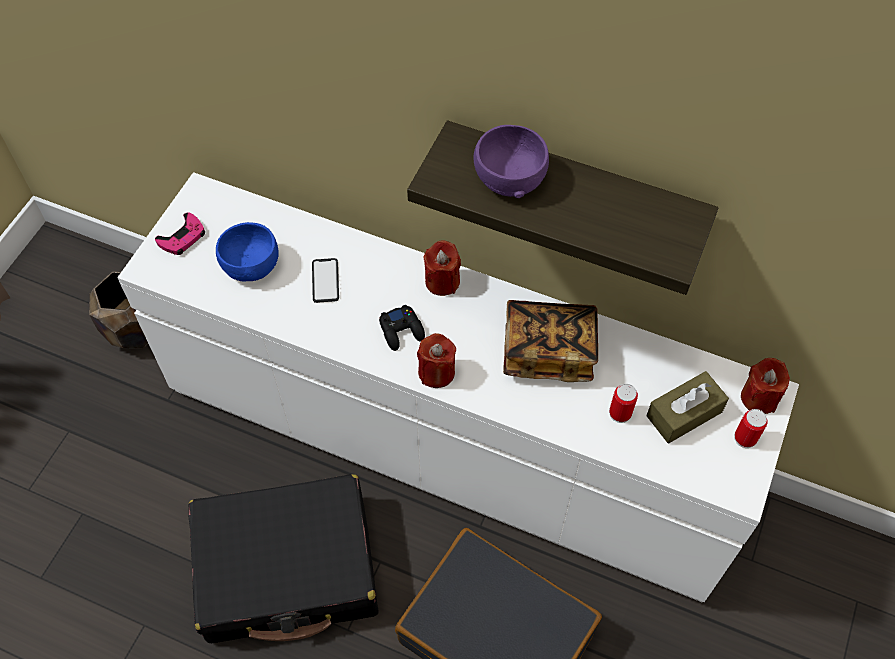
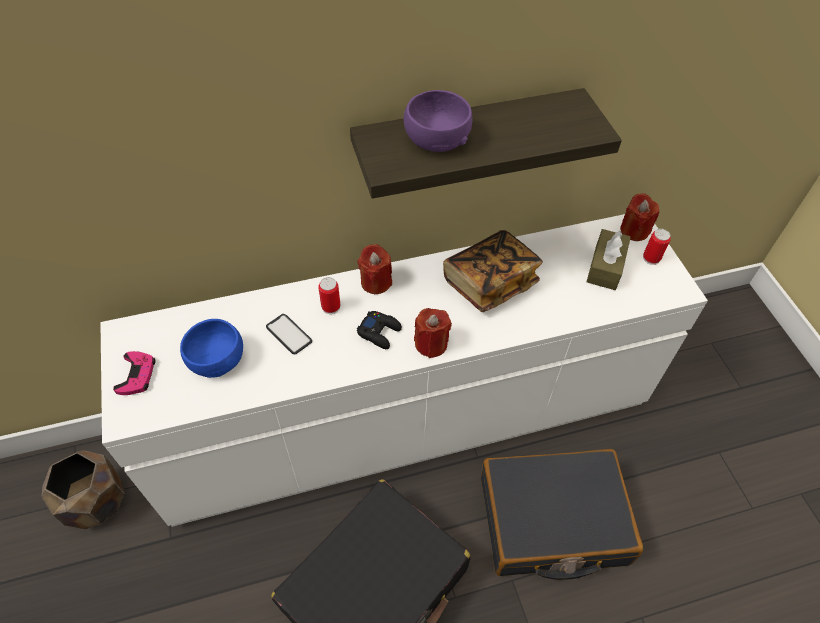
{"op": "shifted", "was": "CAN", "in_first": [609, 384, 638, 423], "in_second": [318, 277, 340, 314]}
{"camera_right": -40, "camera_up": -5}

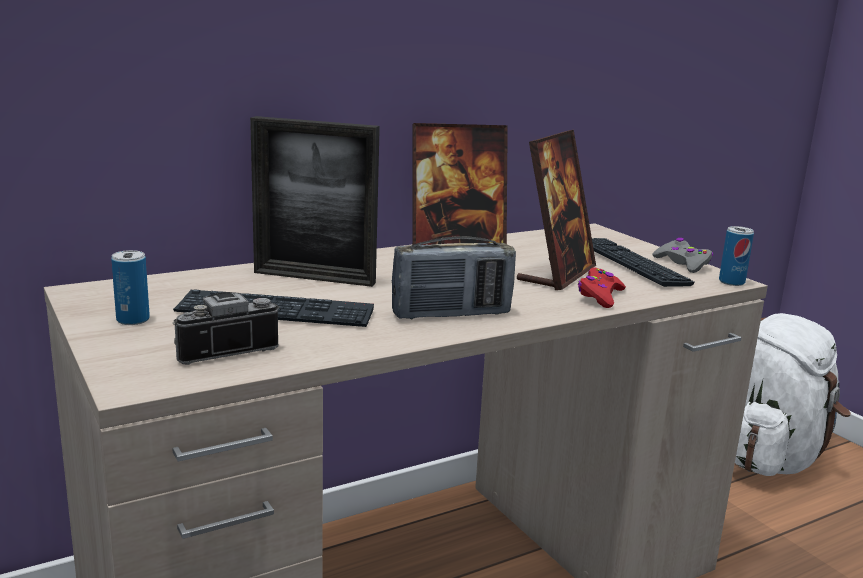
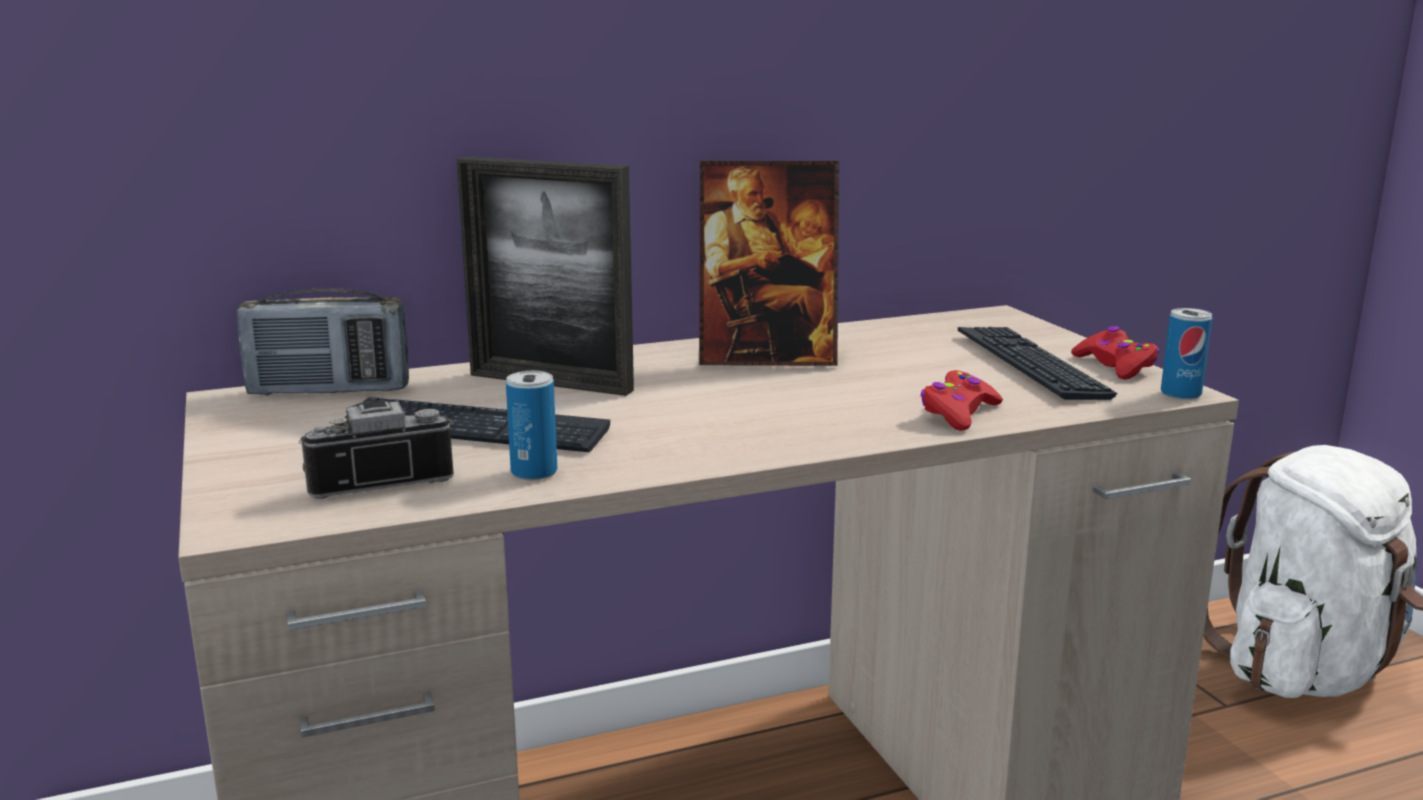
{"op": "shifted", "was": "RADIO RECEIVER", "in_first": [392, 236, 516, 320], "in_second": [237, 288, 409, 396]}
{"op": "shifted", "was": "CAN", "in_first": [111, 250, 150, 325], "in_second": [506, 371, 557, 480]}
{"op": "repainted", "was": "GRAY GAME CONTROLLER", "now": "REDDISH GAME CONTROLLER", "in_first": [652, 238, 713, 273], "in_second": [1071, 326, 1160, 380]}
{"op": "gone", "was": "PHOTO FRAME", "in_first": [517, 130, 596, 290]}
{"camera_right": 10, "camera_up": 0}

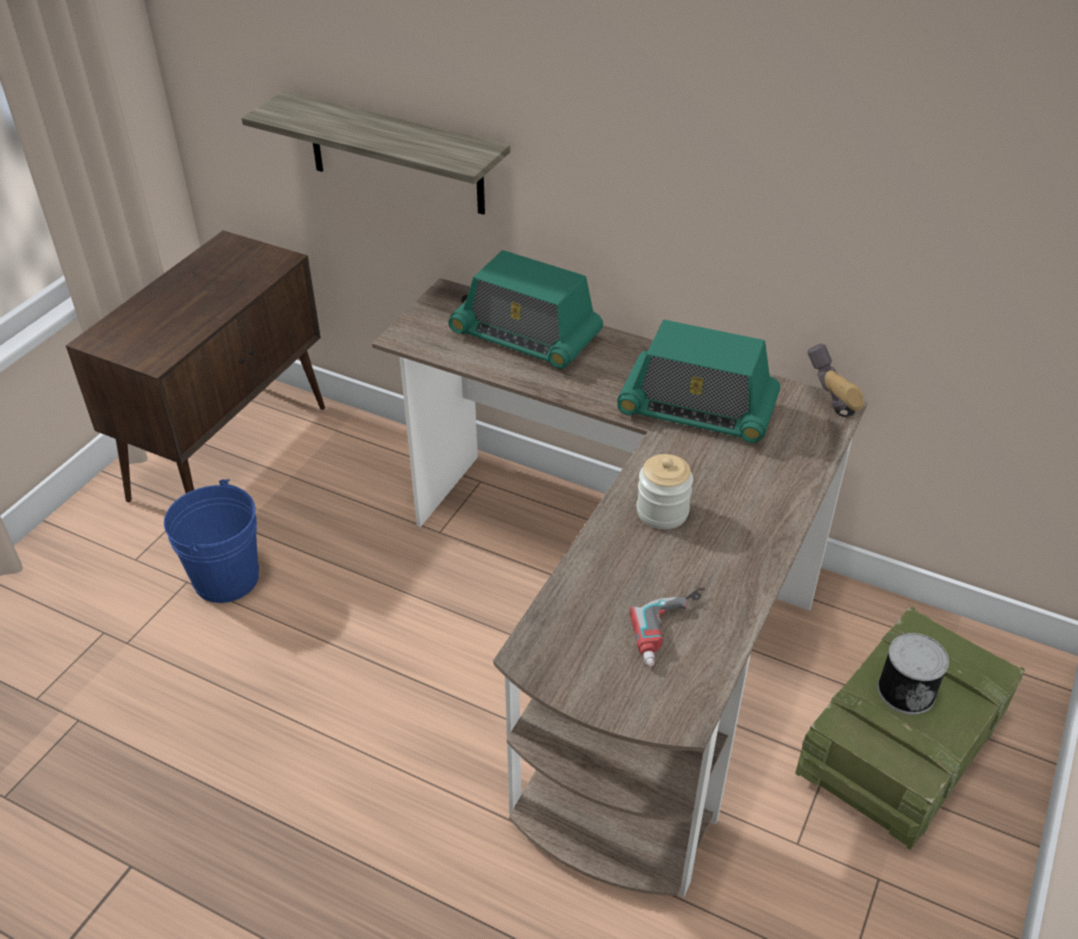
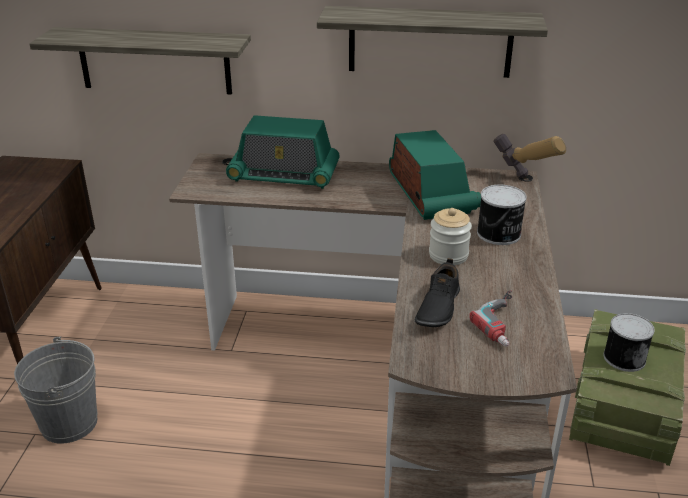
{"op": "repainted", "was": "BLUISH PAIL", "now": "GRAY PAIL", "in_first": [164, 479, 259, 603], "in_second": [14, 337, 98, 444]}
{"op": "new", "now": "SHELF", "in_second": [317, 6, 548, 78]}
{"op": "rotated", "was": "RADIO RECEIVER", "in_first": [617, 320, 780, 443], "in_second": [389, 130, 481, 220], "clockwise": -105}
{"op": "new", "now": "BLACK LOW SHOE", "in_second": [415, 258, 460, 327]}
{"op": "new", "now": "CAN", "in_second": [477, 185, 527, 245]}
{"camera_right": -20, "camera_up": -10}

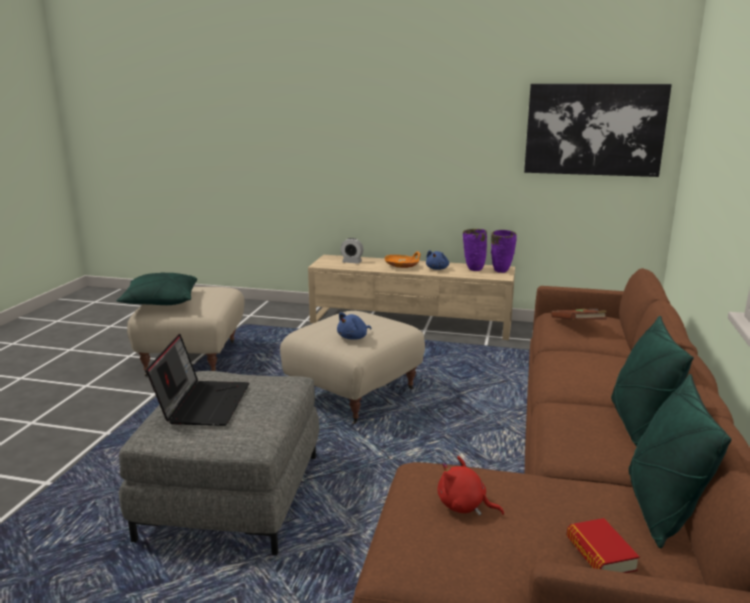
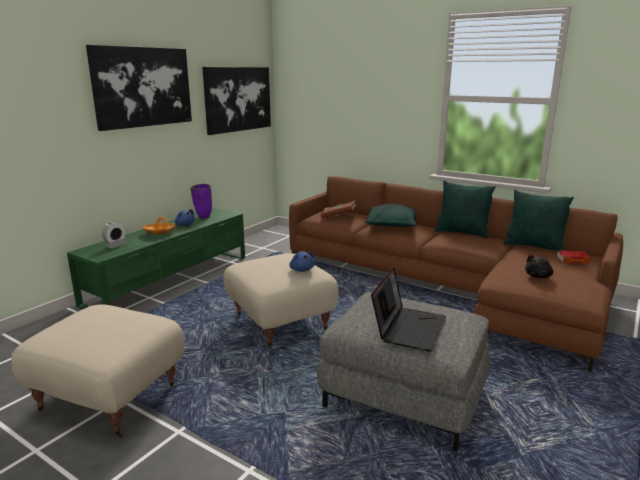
{"op": "repainted", "was": "BEIGE-COLOURED TV UNIT", "now": "GREEN TV UNIT", "in_first": [308, 255, 515, 340], "in_second": [67, 208, 245, 309]}
{"op": "new", "now": "WALL ART", "in_second": [86, 45, 192, 131]}
{"op": "shifted", "was": "GREEN CUSHION", "in_first": [117, 273, 197, 305], "in_second": [364, 204, 416, 227]}
{"op": "rotated", "was": "NOTEBOOK COMPUTER", "in_first": [146, 334, 249, 426], "in_second": [371, 267, 446, 352], "clockwise": 90}
{"op": "repainted", "was": "REDDISH SOFT TOY", "now": "BLACK SOFT TOY", "in_first": [438, 456, 504, 516], "in_second": [525, 255, 554, 278]}
{"op": "gone", "was": "PURPLISH FLOWER VASE", "in_first": [491, 230, 517, 273]}
{"camera_right": -70, "camera_up": 0}

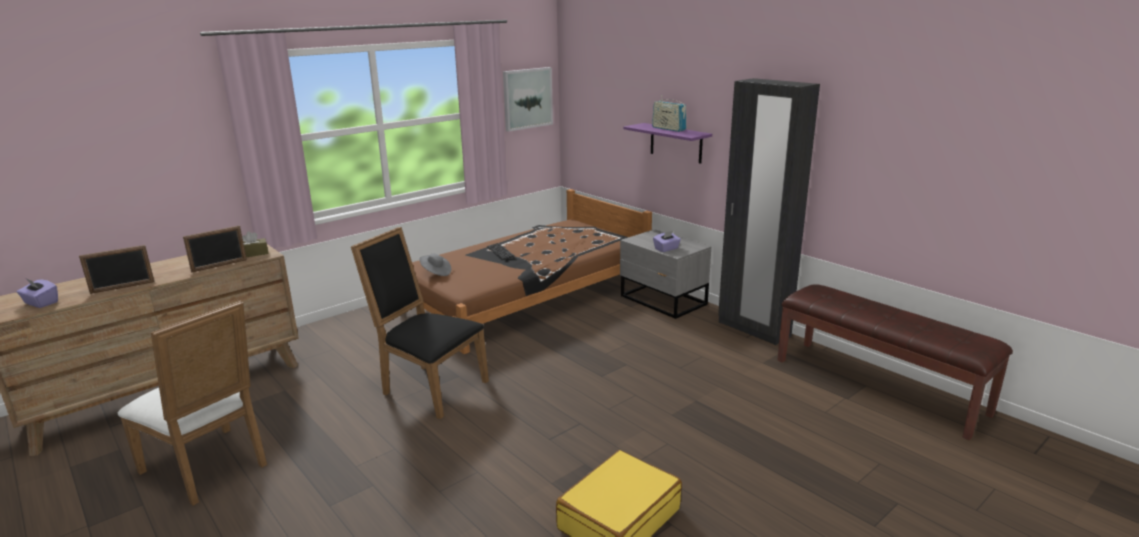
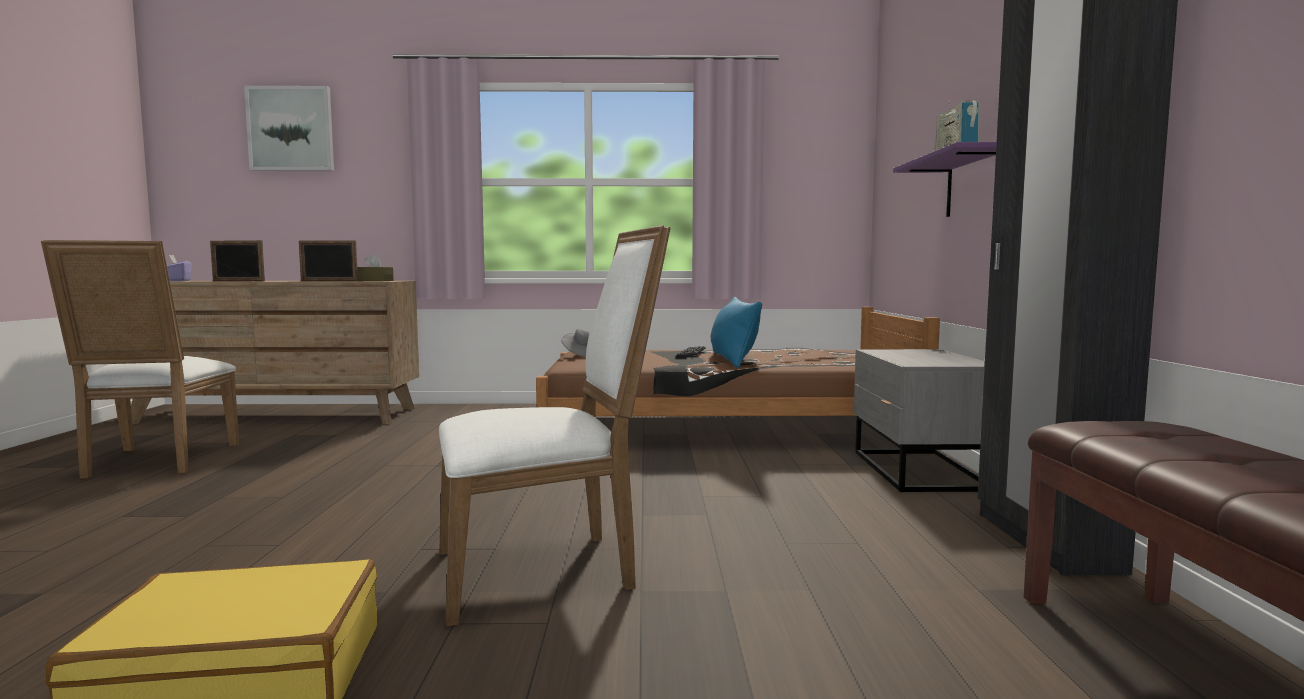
{"op": "shifted", "was": "WALL ART", "in_first": [503, 67, 553, 132], "in_second": [244, 86, 334, 171]}
{"op": "new", "now": "WHITE-COLOURED UPRIGHT CHAIR", "in_second": [439, 225, 670, 627]}
{"op": "new", "now": "BLUISH CUSHION", "in_second": [711, 297, 762, 368]}
{"op": "gone", "was": "BLACK UPRIGHT CHAIR", "in_first": [351, 227, 489, 419]}
{"op": "gone", "was": "PURPLISH TISSUE HOLDER", "in_first": [653, 231, 681, 252]}
{"camera_right": 40, "camera_up": -15}

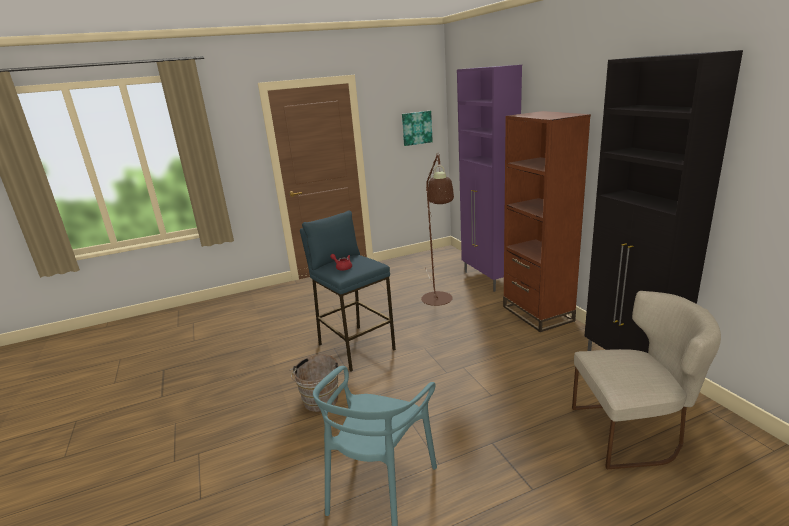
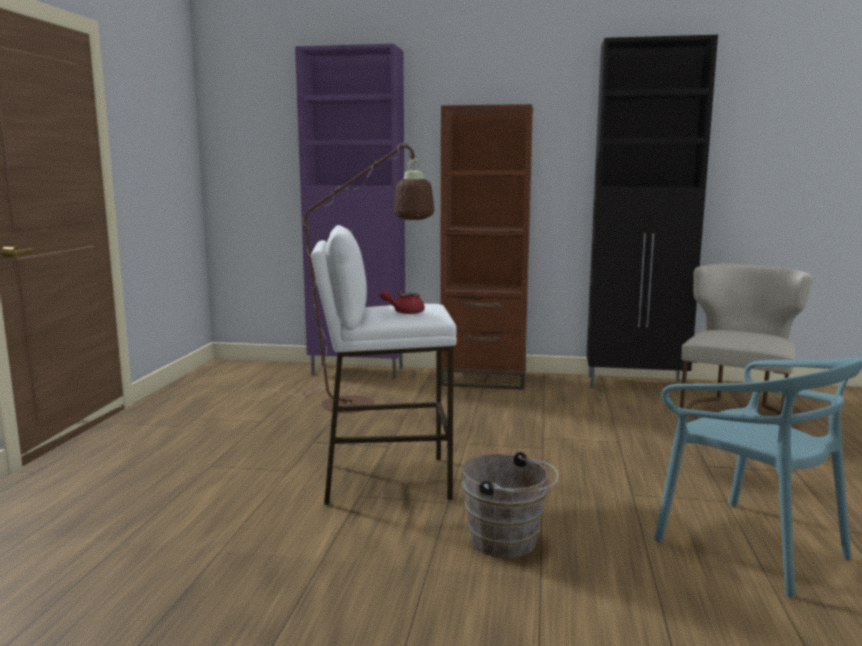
{"op": "repainted", "was": "BLUISH SITTING STOOL", "now": "WHITE-COLOURED SITTING STOOL", "in_first": [300, 210, 396, 372], "in_second": [311, 225, 457, 505]}
{"op": "gone", "was": "WALL ART", "in_first": [402, 111, 433, 146]}
{"camera_right": -60, "camera_up": -10}

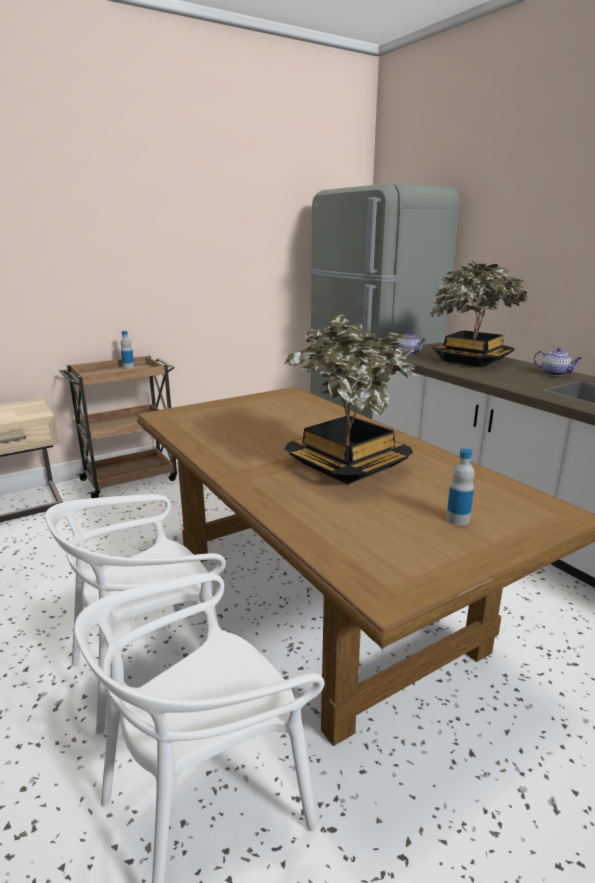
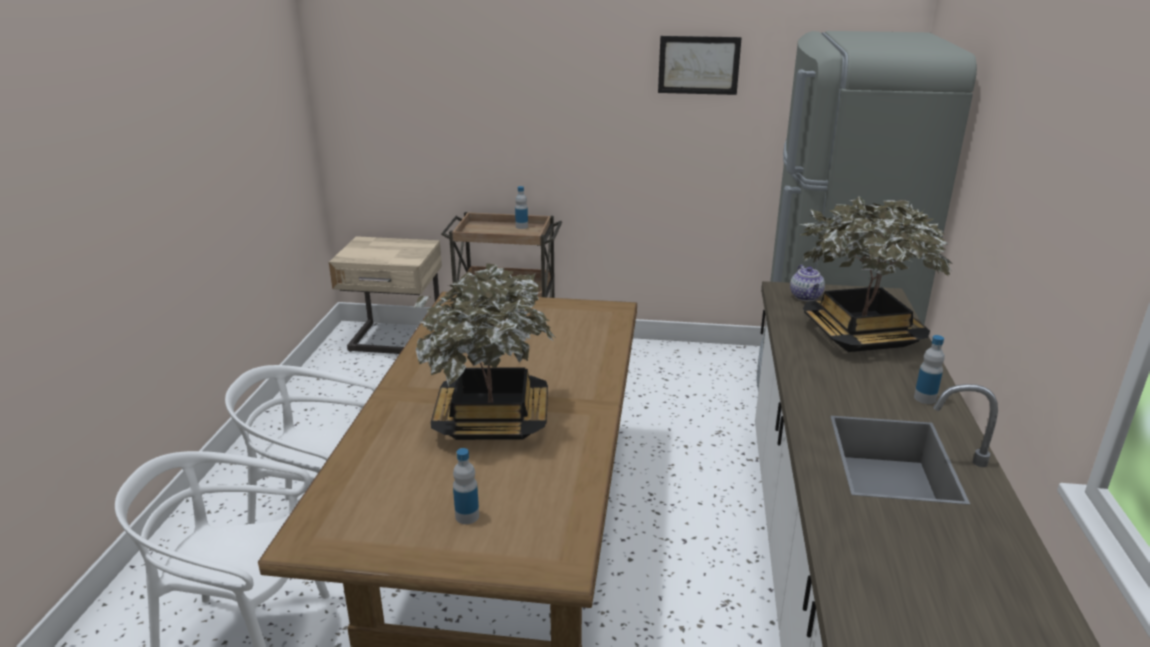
{"op": "new", "now": "WALL ART", "in_second": [658, 36, 742, 95]}
{"op": "swapped", "was": "TEA POT", "now": "DRINK BOTTLE", "in_first": [534, 348, 582, 376], "in_second": [914, 335, 944, 404]}
{"camera_right": 40, "camera_up": 5}

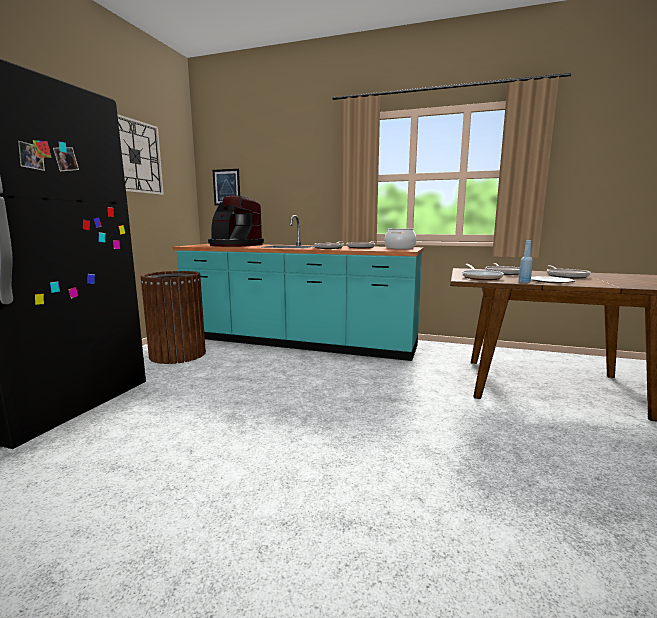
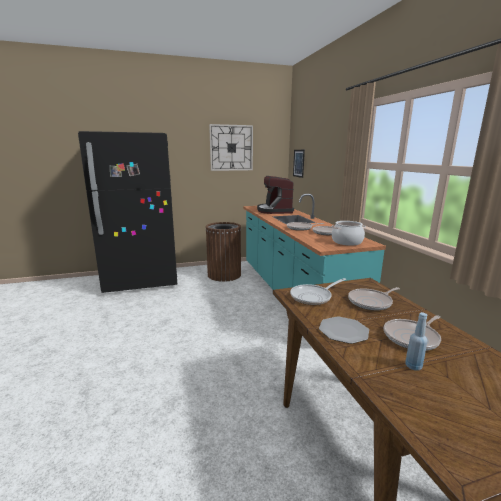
{"op": "shifted", "was": "BLUISH DRINK BOTTLE", "in_first": [518, 240, 533, 283], "in_second": [405, 312, 427, 371]}
{"camera_right": 55, "camera_up": 5}

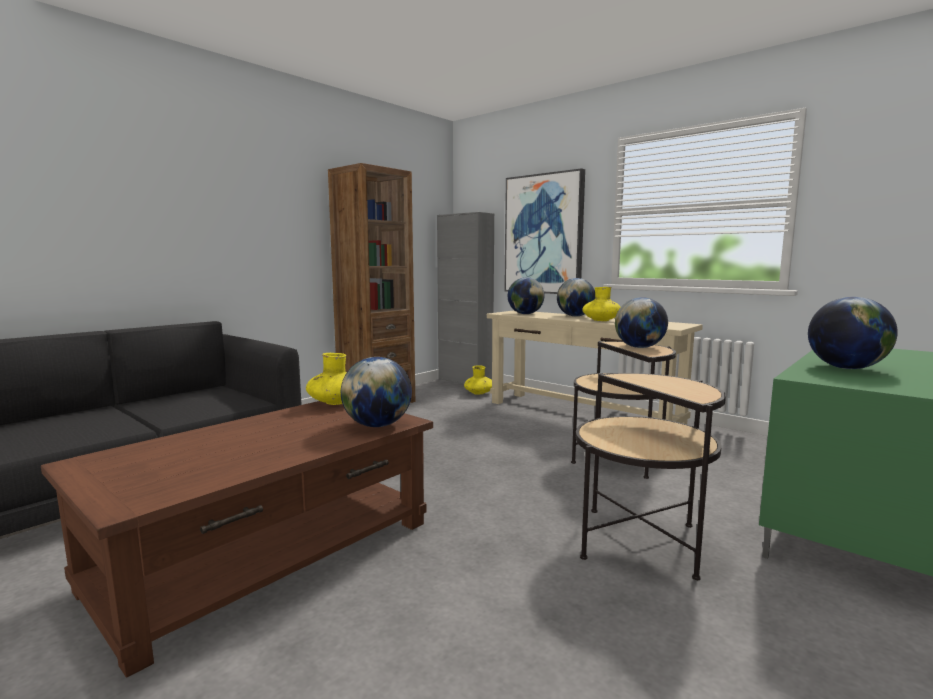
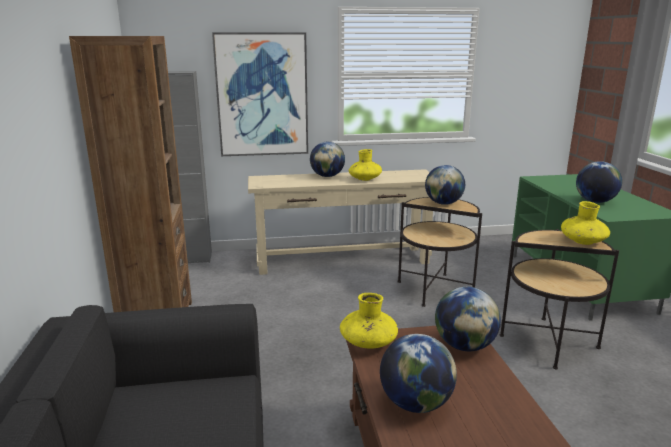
{"op": "shifted", "was": "WORLD GLOBE", "in_first": [508, 277, 545, 314], "in_second": [380, 334, 457, 413]}
{"op": "shifted", "was": "YELLOWISH FLOWER VASE", "in_first": [464, 365, 492, 395], "in_second": [561, 201, 610, 245]}
{"camera_right": -50, "camera_up": 10}

